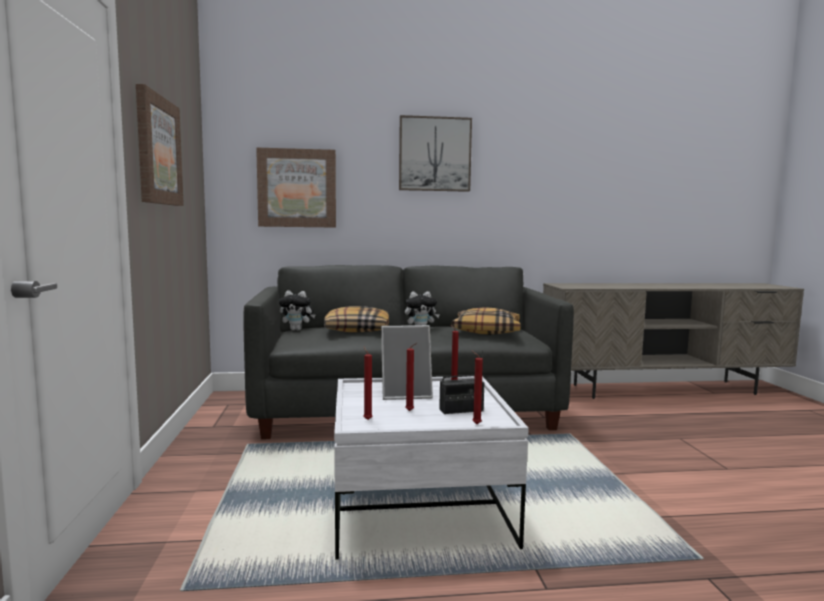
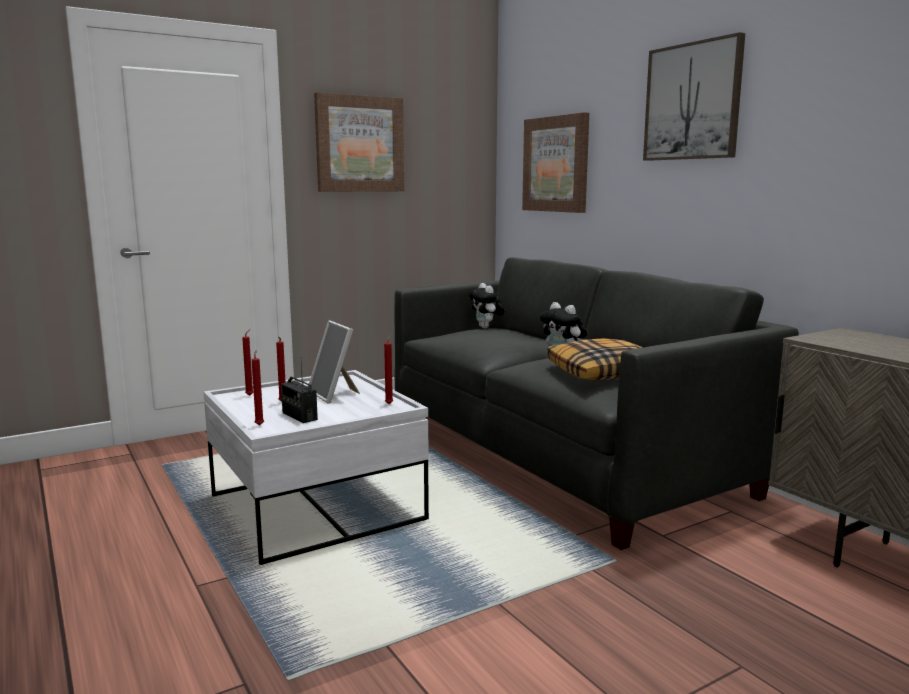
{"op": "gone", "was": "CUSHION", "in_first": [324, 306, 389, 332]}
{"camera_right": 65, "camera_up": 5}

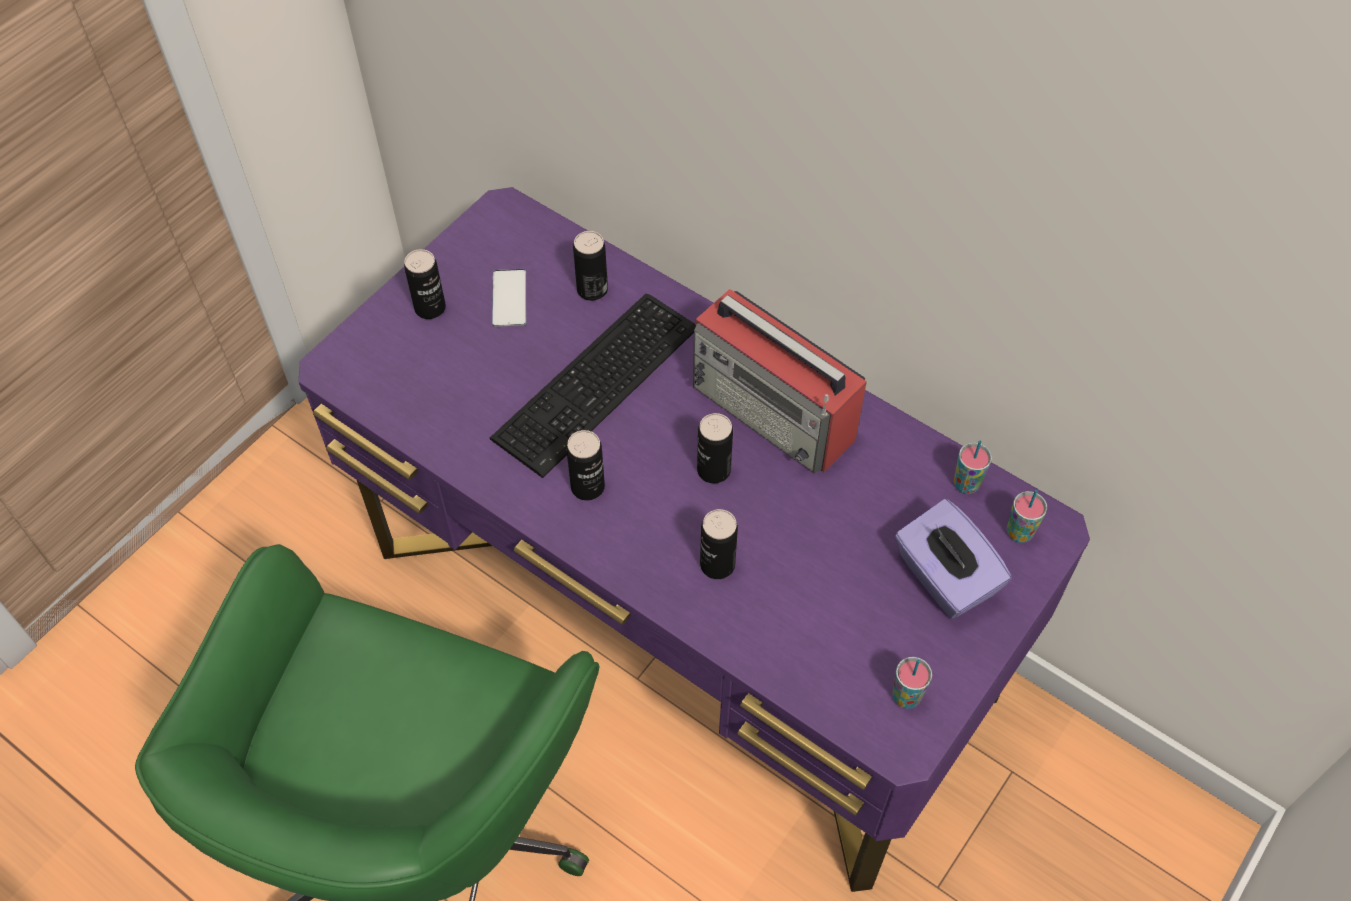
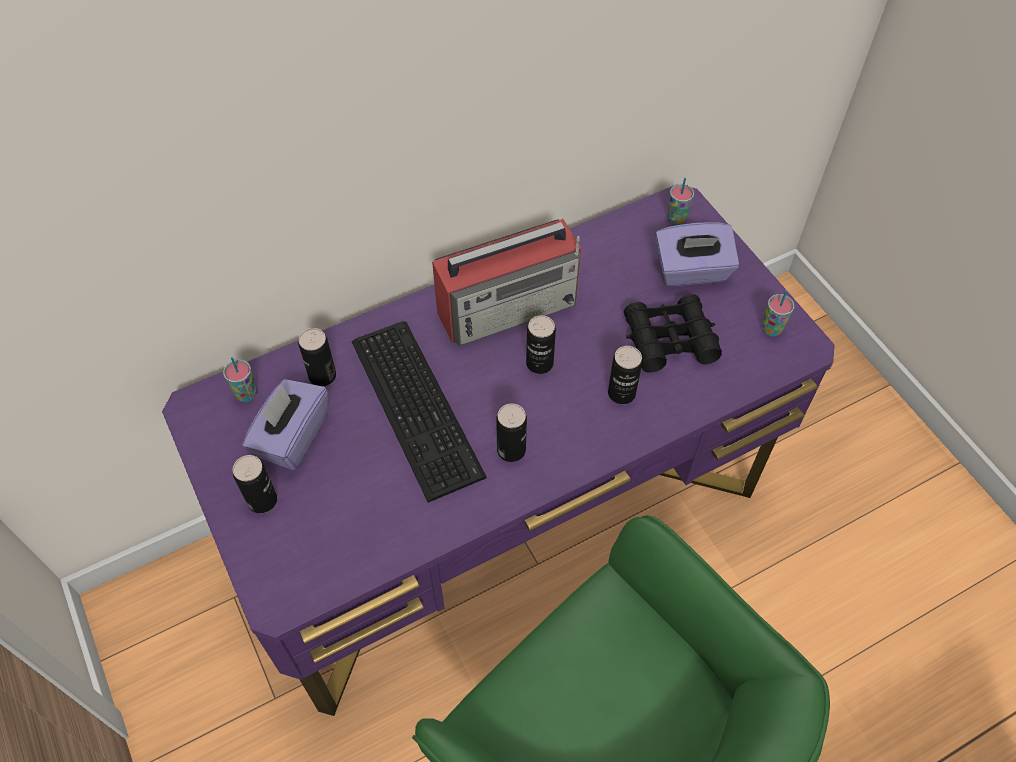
{"op": "shifted", "was": "CUP", "in_first": [954, 440, 992, 494], "in_second": [223, 357, 257, 402]}
{"op": "swapped", "was": "PHONE", "now": "PURPLISH TISSUE HOLDER", "in_first": [492, 269, 526, 327], "in_second": [242, 379, 328, 470]}
{"op": "new", "now": "BLACK FIELD GLASSES", "in_second": [624, 294, 722, 373]}
{"camera_right": -65, "camera_up": 0}

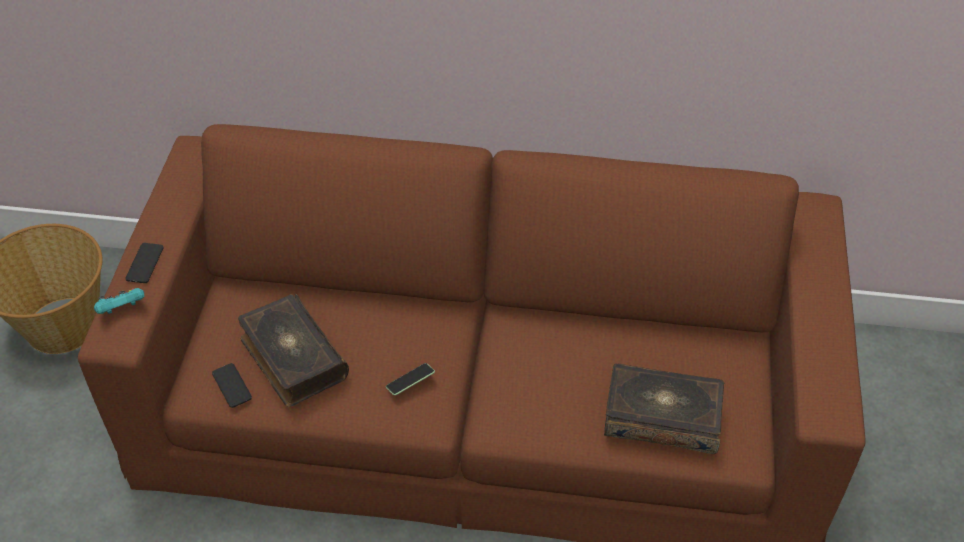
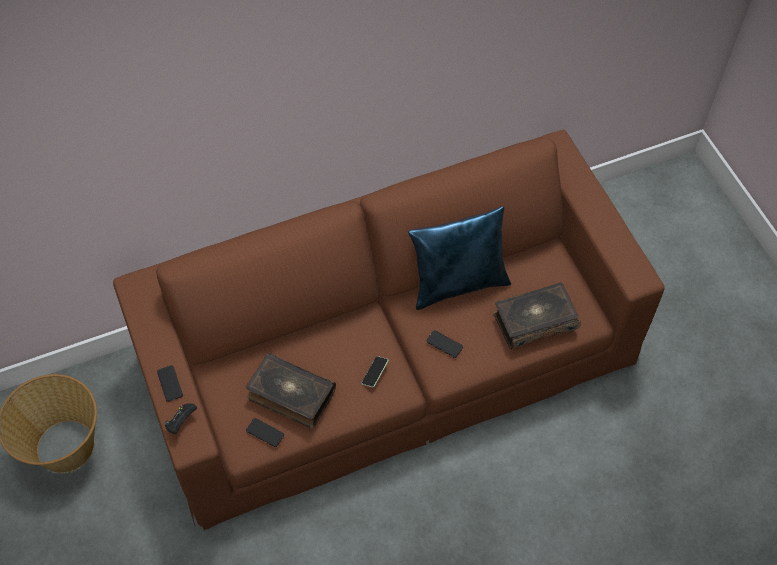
{"op": "repainted", "was": "TURQUOISE GAME CONTROLLER", "now": "BLACK GAME CONTROLLER", "in_first": [94, 288, 144, 314], "in_second": [164, 404, 197, 434]}
{"op": "new", "now": "BLUISH CUSHION", "in_second": [408, 206, 511, 310]}
{"op": "new", "now": "PHONE", "in_second": [427, 330, 463, 358]}
{"camera_right": -30, "camera_up": 10}

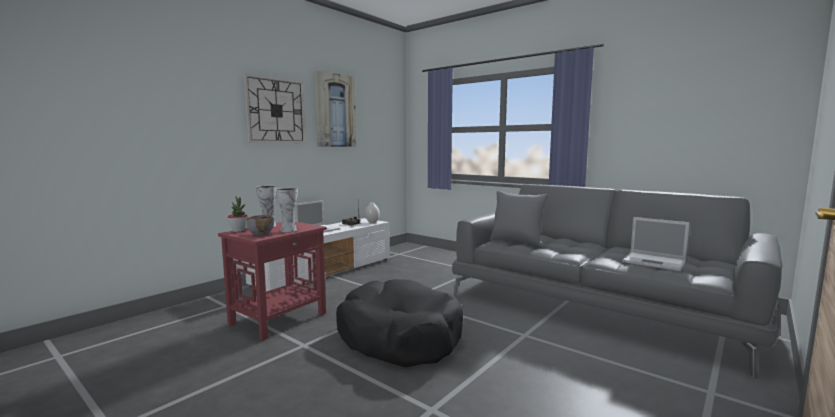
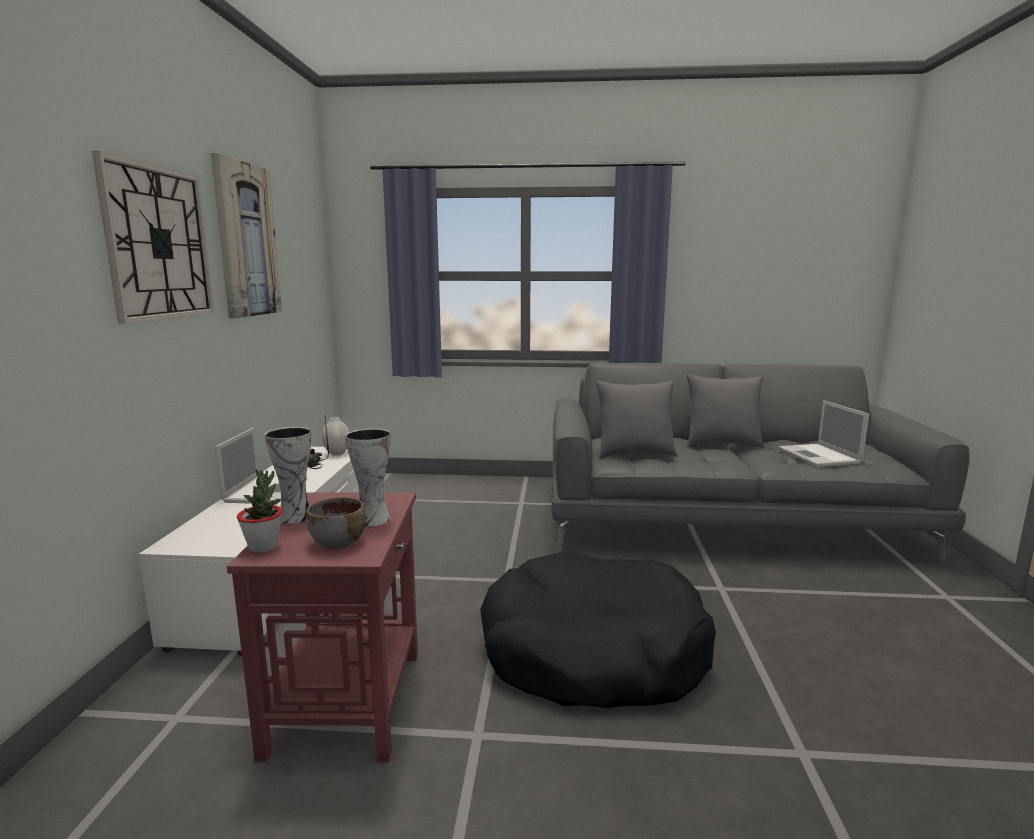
{"op": "new", "now": "GRAY CUSHION", "in_second": [686, 374, 764, 448]}
{"op": "rotated", "was": "NOTEBOOK COMPUTER", "in_first": [622, 217, 690, 271], "in_second": [778, 400, 869, 467], "clockwise": 75}
{"camera_right": -35, "camera_up": 5}

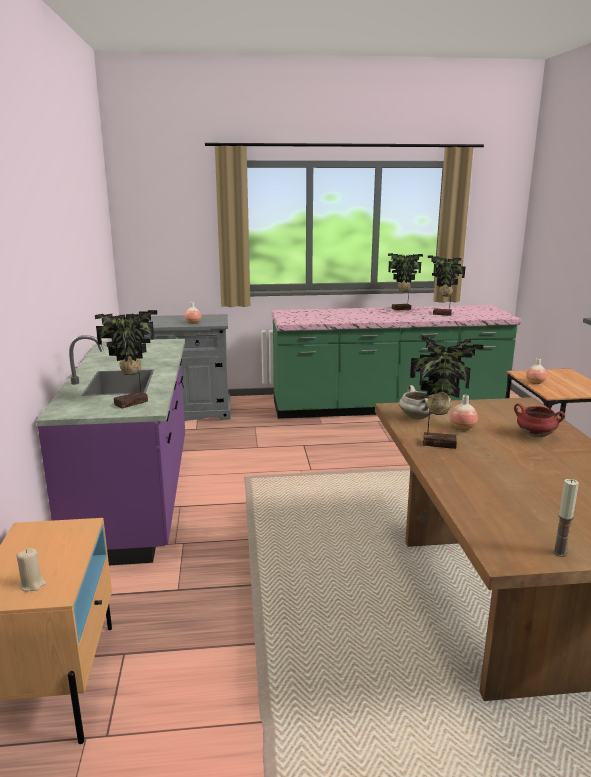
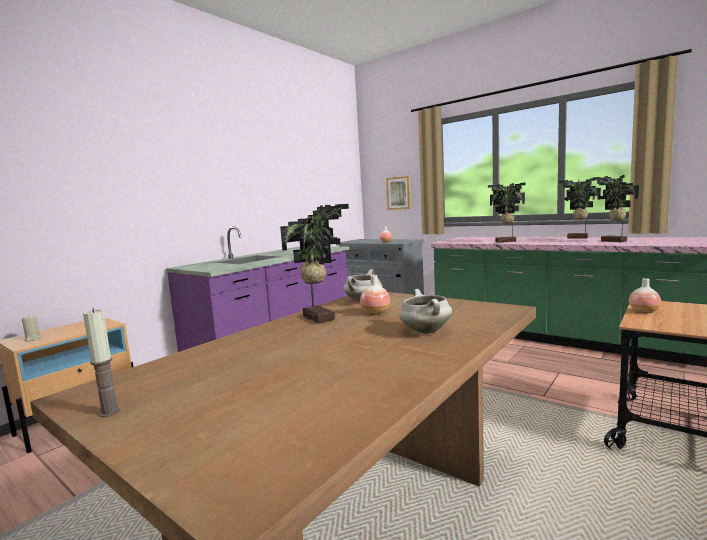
{"op": "new", "now": "WALL ART", "in_second": [386, 176, 411, 210]}
{"op": "repainted", "was": "REDDISH COOKING POT", "now": "WHITE-COLOURED COOKING POT", "in_first": [514, 403, 565, 438], "in_second": [399, 289, 452, 334]}
{"op": "shifted", "was": "PLANT IN A POT", "in_first": [95, 310, 157, 409], "in_second": [488, 182, 526, 243]}
{"camera_right": 45, "camera_up": -10}

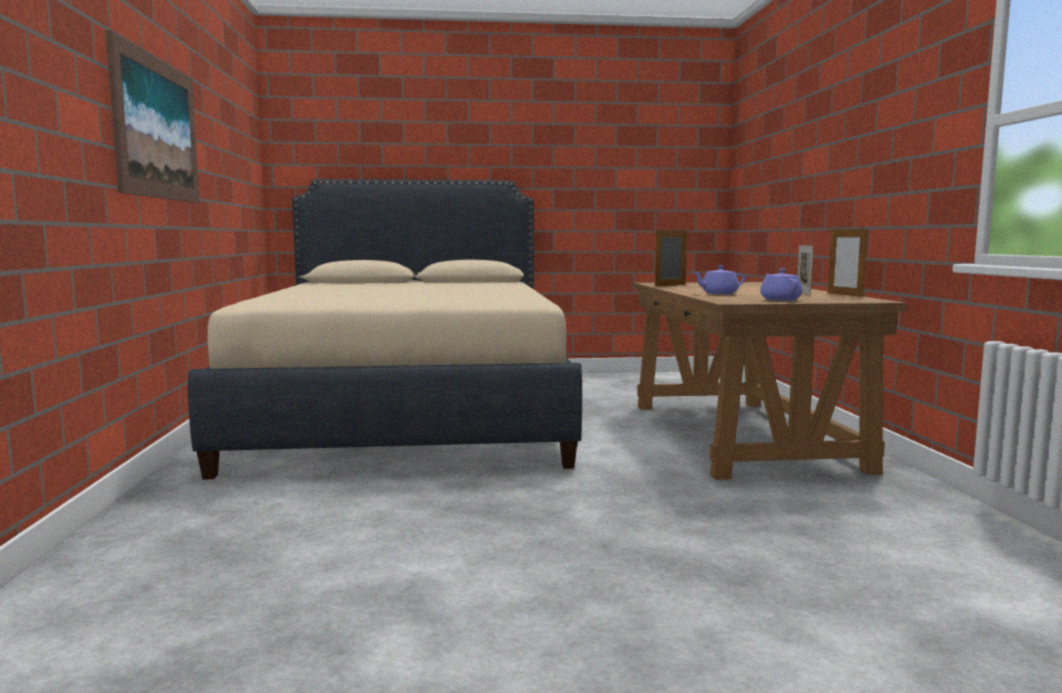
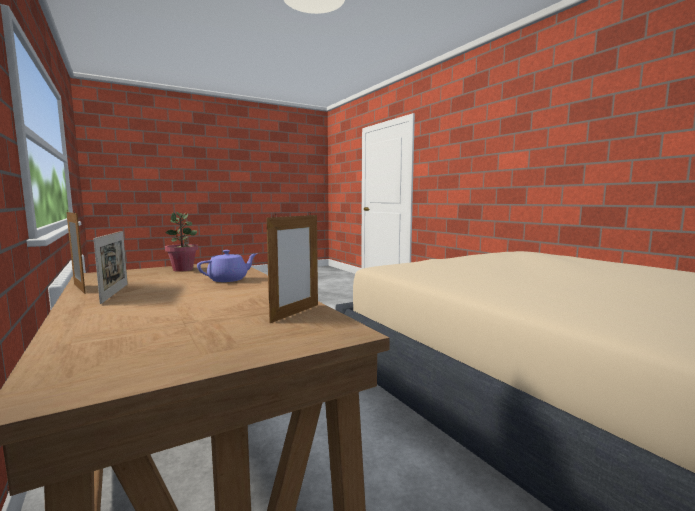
{"op": "swapped", "was": "PURPLISH TEA POT", "now": "PLANT IN A POT", "in_first": [760, 269, 803, 301], "in_second": [165, 212, 198, 272]}
{"op": "gone", "was": "WALL ART", "in_first": [105, 30, 200, 203]}
{"camera_right": 155, "camera_up": 0}

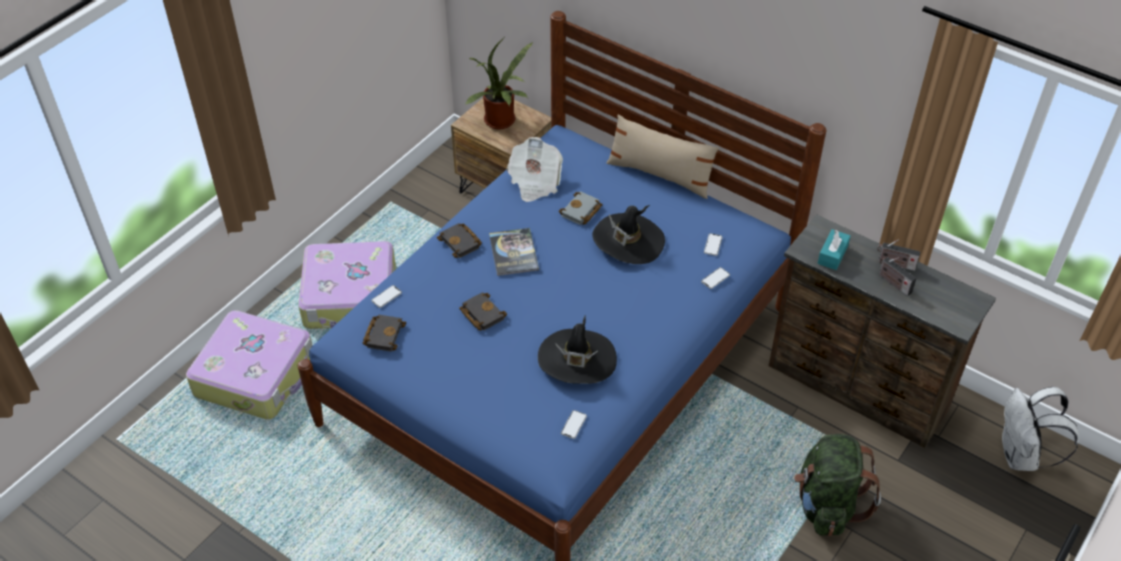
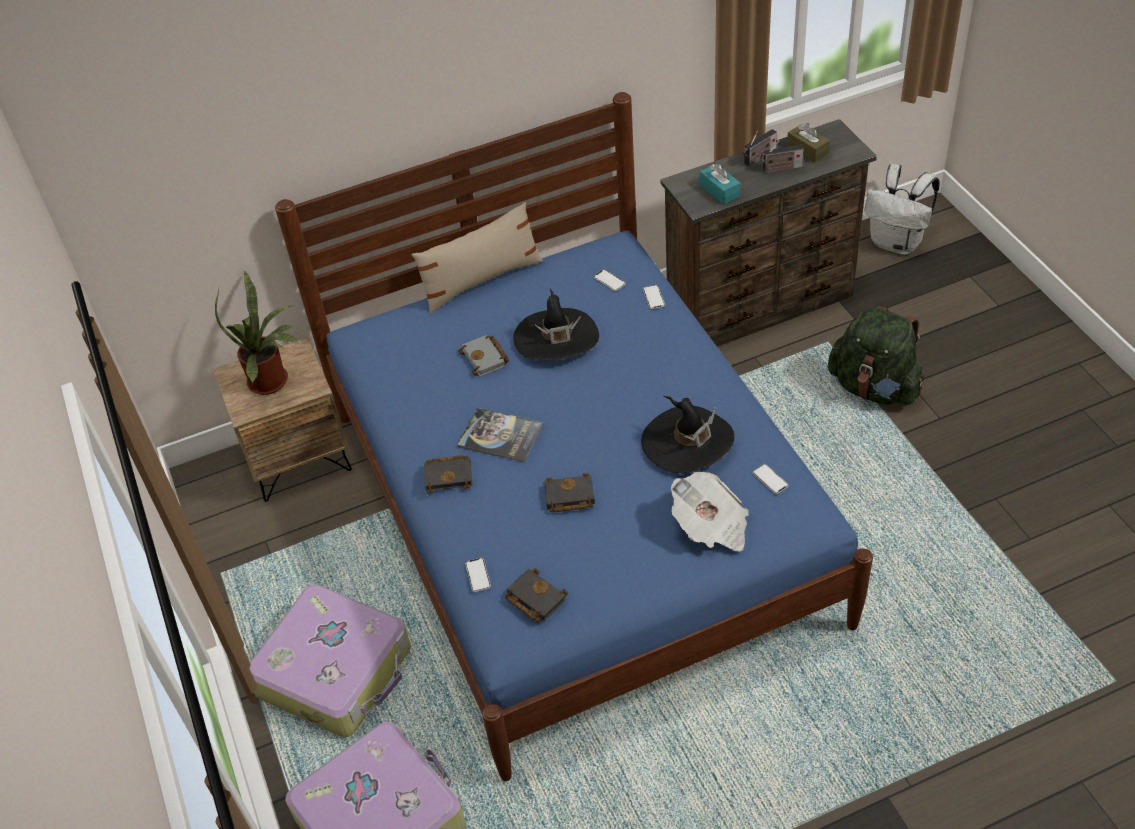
{"op": "shifted", "was": "DAILY PAPER", "in_first": [507, 137, 563, 202], "in_second": [671, 471, 749, 552]}
{"op": "new", "now": "BROWN TISSUE HOLDER", "in_second": [787, 123, 830, 163]}
{"camera_right": -55, "camera_up": 0}

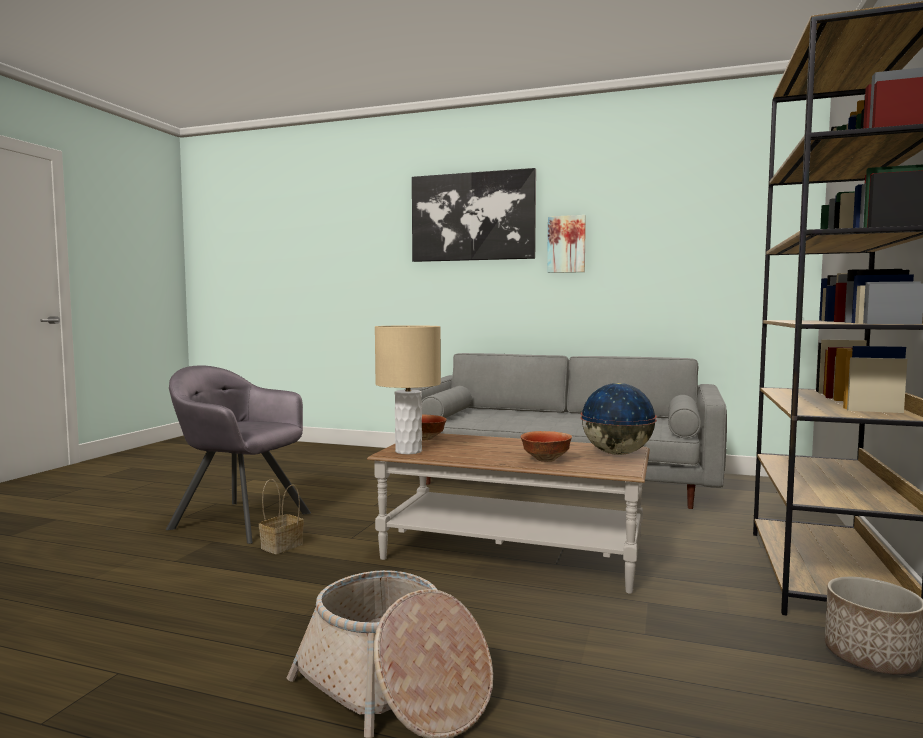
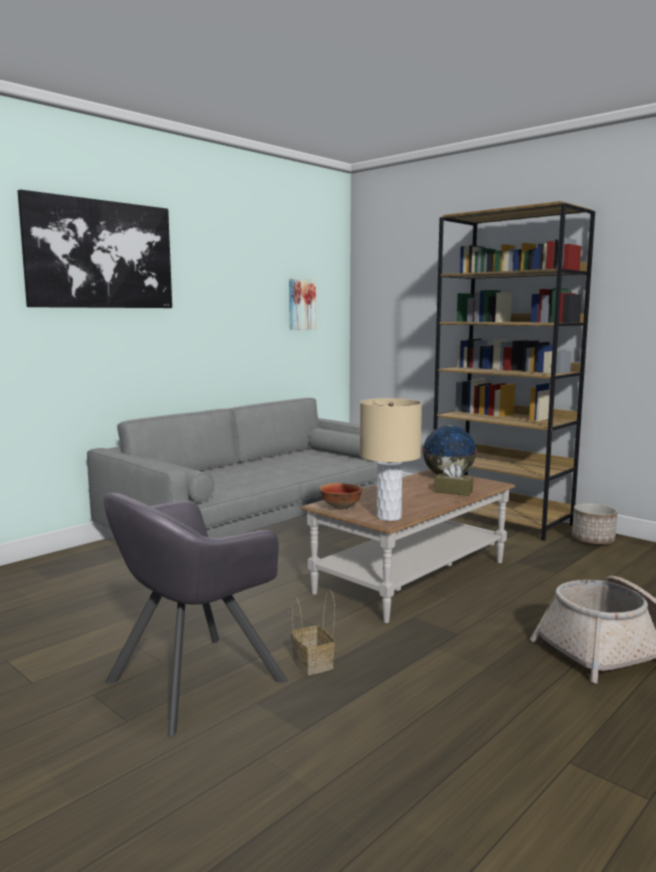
{"op": "shifted", "was": "WALL ART", "in_first": [547, 215, 586, 273], "in_second": [289, 278, 316, 330]}
{"op": "swapped", "was": "DEEP DISH", "now": "BROWN TISSUE HOLDER", "in_first": [521, 431, 572, 462], "in_second": [434, 463, 473, 496]}
{"camera_right": -65, "camera_up": 5}

